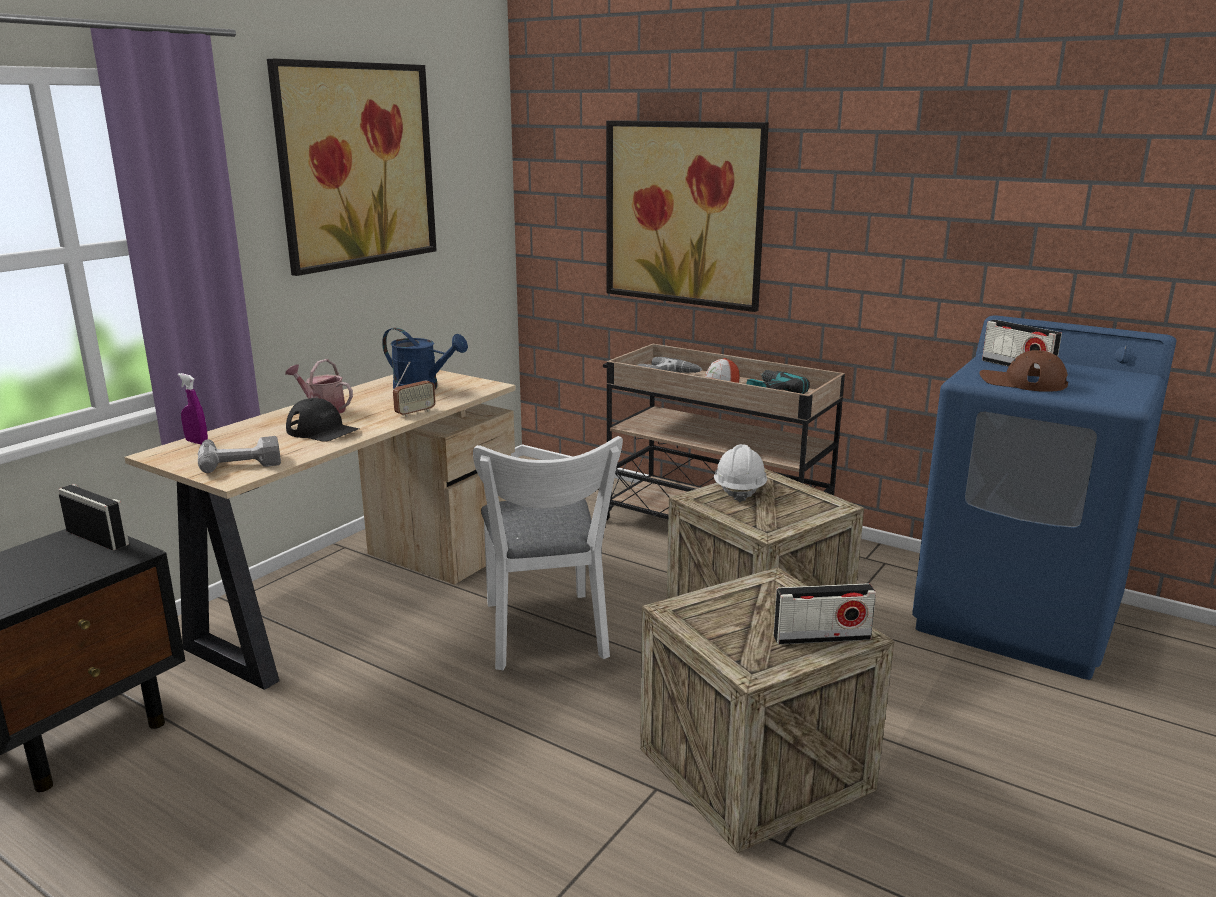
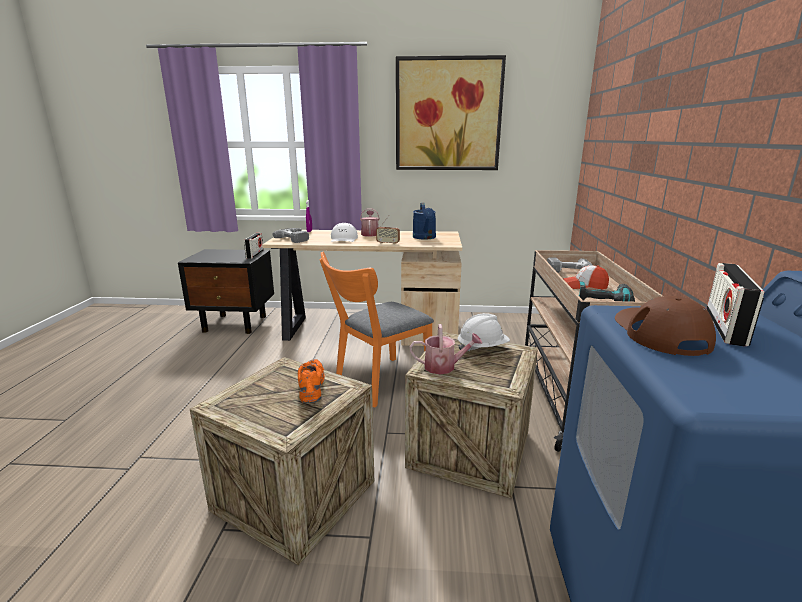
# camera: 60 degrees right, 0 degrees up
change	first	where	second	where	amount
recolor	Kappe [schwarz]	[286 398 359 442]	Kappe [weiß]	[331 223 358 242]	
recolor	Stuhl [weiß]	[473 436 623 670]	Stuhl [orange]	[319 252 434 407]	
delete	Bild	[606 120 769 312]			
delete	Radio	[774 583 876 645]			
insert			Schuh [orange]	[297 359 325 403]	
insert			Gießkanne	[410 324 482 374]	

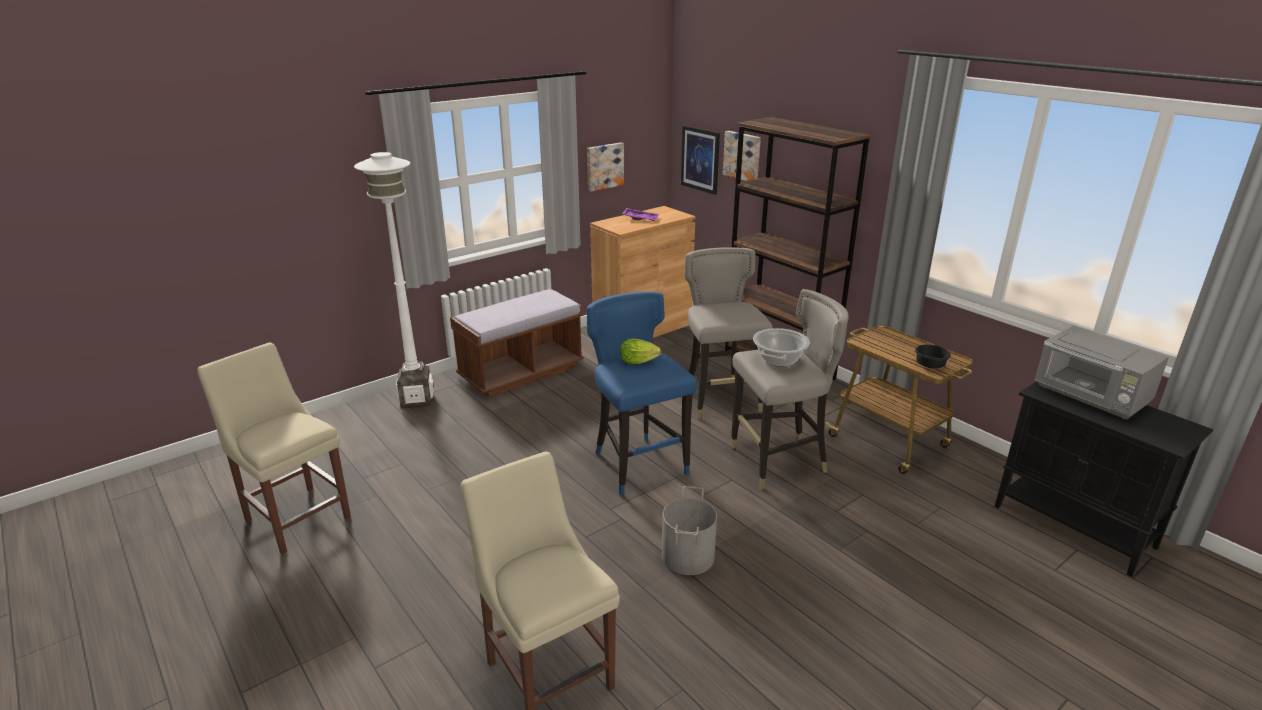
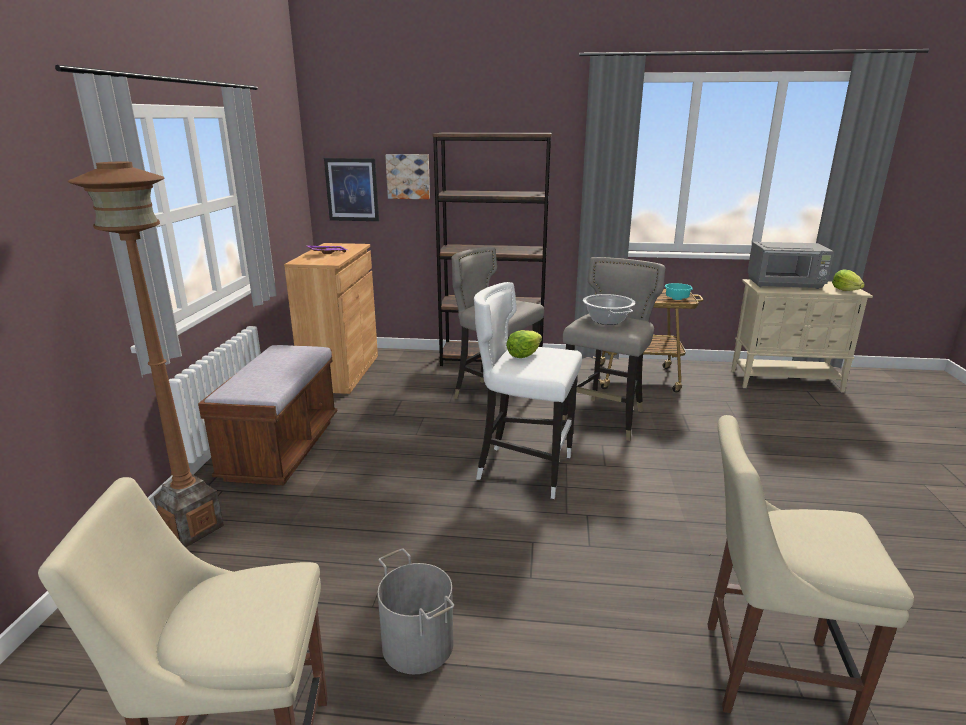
# camera: 45 degrees left, 5 degrees down
change	first	where	second	where	amount
recolor	Stehlampe [weiß]	[354 152 434 408]	Stehlampe [braun]	[68 162 224 547]	
delete	Bild	[587 142 624 192]			
recolor	Hocker [blau]	[587 291 697 496]	Hocker [weiß]	[474 282 582 499]	
move	Eimer [grau]	[662 486 717 575]		[378 549 454 674]	
recolor	Schüssel [schwarz]	[915 344 951 368]	Schüssel [türkis]	[665 283 693 300]	
recolor	Schrank [schwarz]	[995 381 1213 577]	Schrank [beige]	[731 279 873 393]	
insert			Salatkopf	[832 269 865 291]	

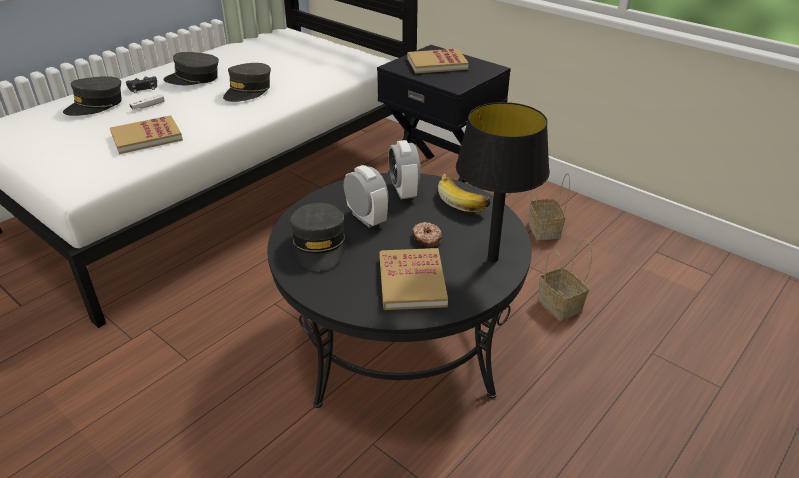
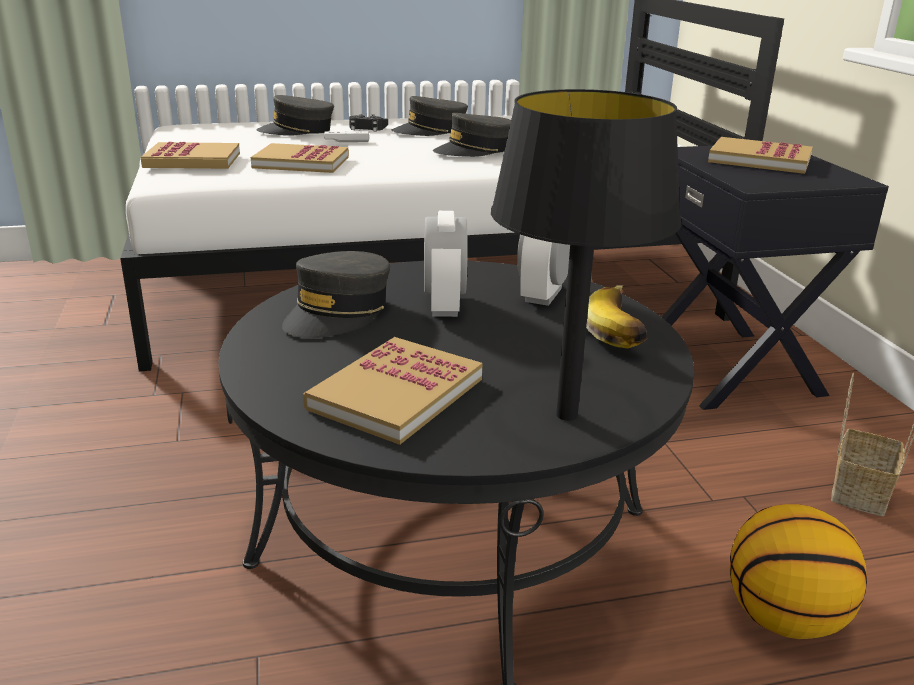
# camera: 35 degrees right, 10 degrees down
change	first	where	second	where	amount
rotate	Kappe [grau]	[163 52 219 85]		[392 96 468 136]	45 degrees counterclockwise
delete	Donut	[412 222 442 247]			
replace	Korb	[538 239 592 320]	Basketball	[729 504 867 639]	
insert			Buch	[141 142 240 169]	

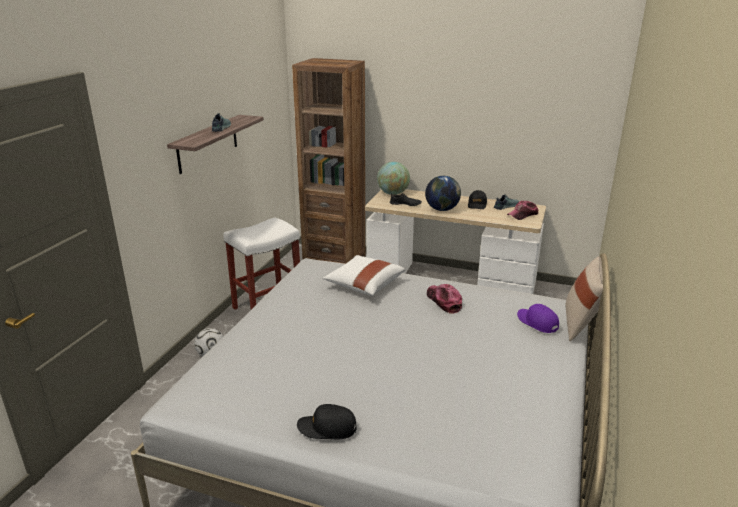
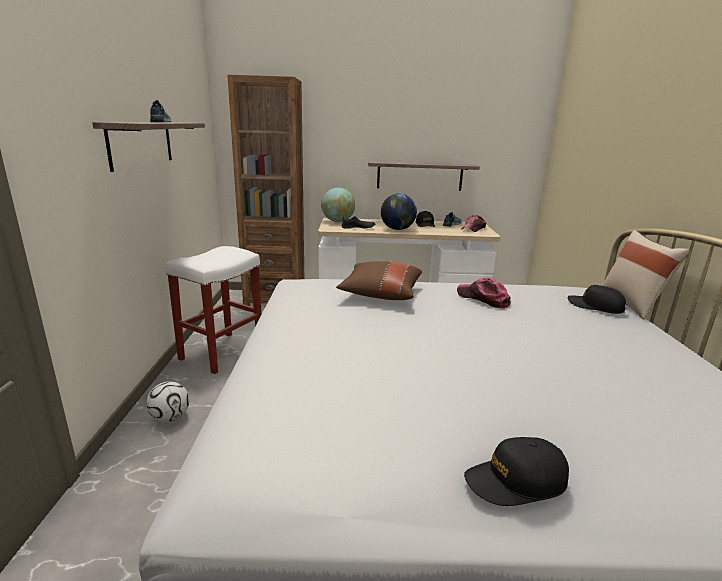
# camera: 20 degrees left, 5 degrees down
change	first	where	second	where	amount
recolor	Kissen [weiß]	[323 255 405 296]	Kissen [braun]	[336 261 422 300]	
recolor	Kappe [lila]	[517 304 559 333]	Kappe [schwarz]	[568 285 626 314]	
insert			Wandregal	[368 161 480 191]	

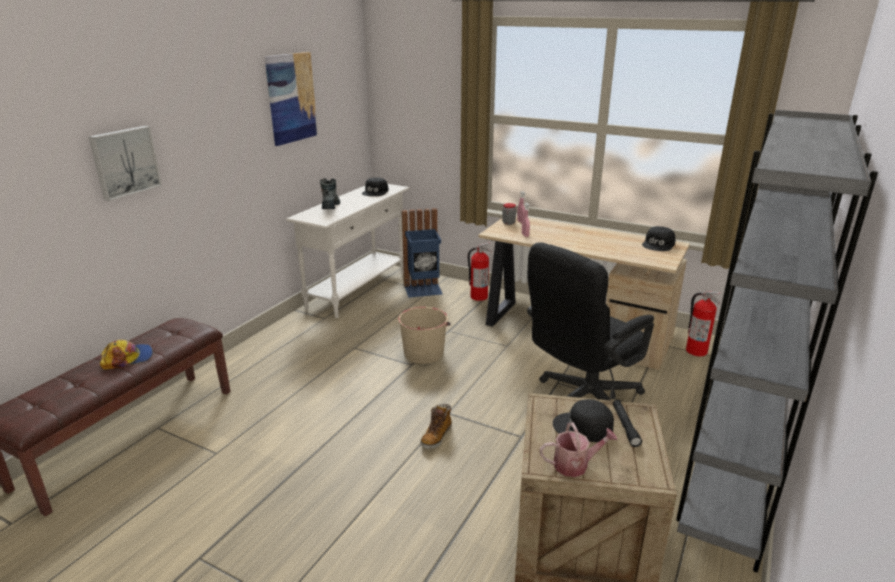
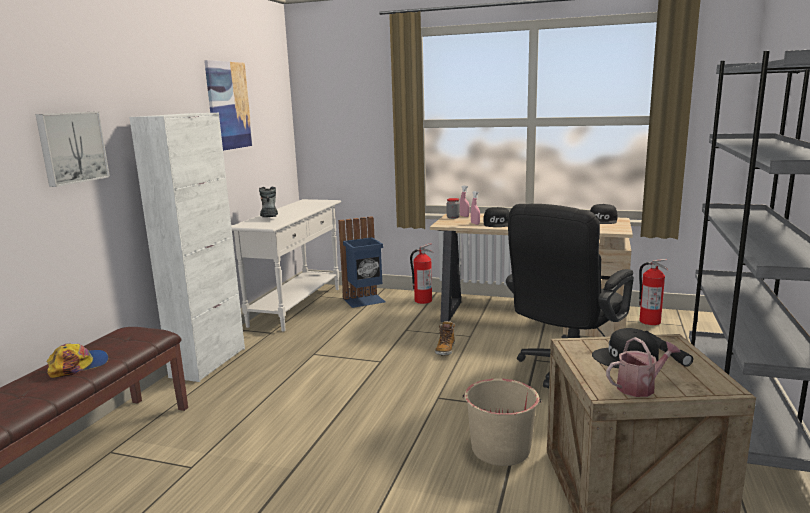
# camera: 10 degrees left, 10 degrees down
change	first	where	second	where	amount
move	Kappe [schwarz]	[362 177 388 196]		[483 207 510 227]	
move	Eimer [beige]	[398 307 451 364]		[463 379 542 466]	
move	Stiefel	[420 404 452 449]		[435 321 455 356]	
insert			Schrank [weiß]	[129 113 245 382]	

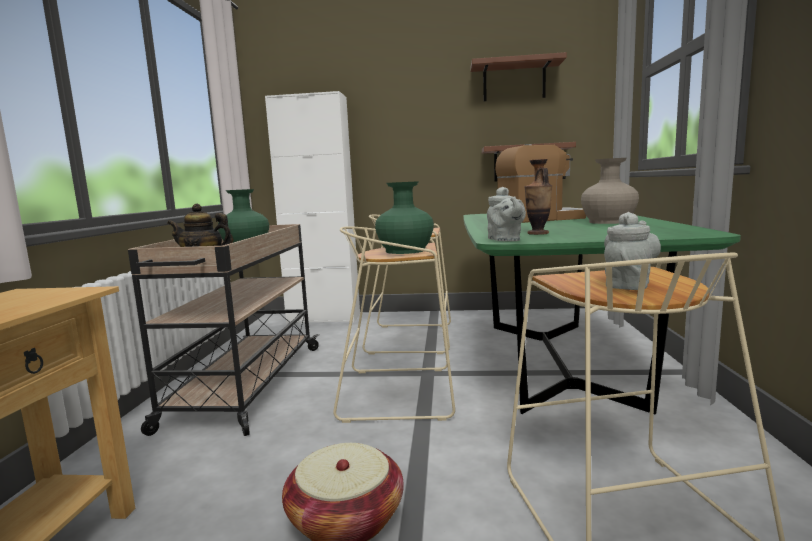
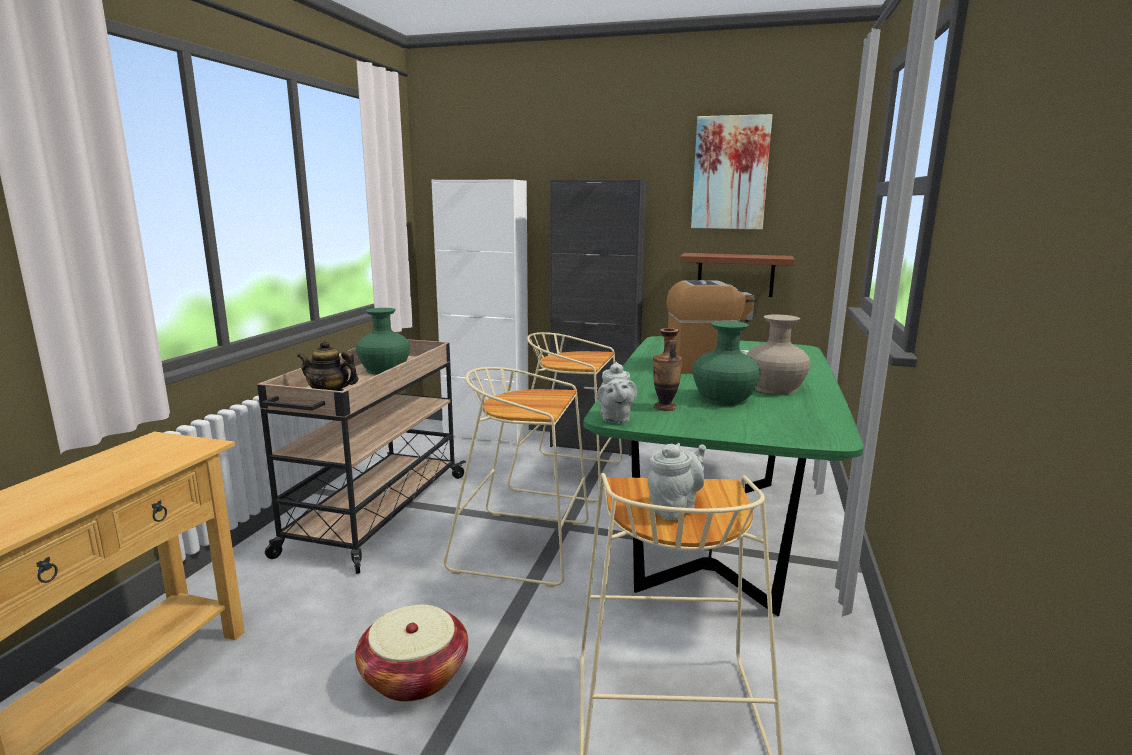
# camera: 10 degrees right, 5 degrees up
change	first	where	second	where	amount
move	Vase [grün]	[375 181 434 254]		[692 321 760 406]	
replace	Wandregal [braun]	[470 52 567 101]	Bild	[691 114 772 229]	
insert			Schrank [schwarz]	[550 179 647 456]	

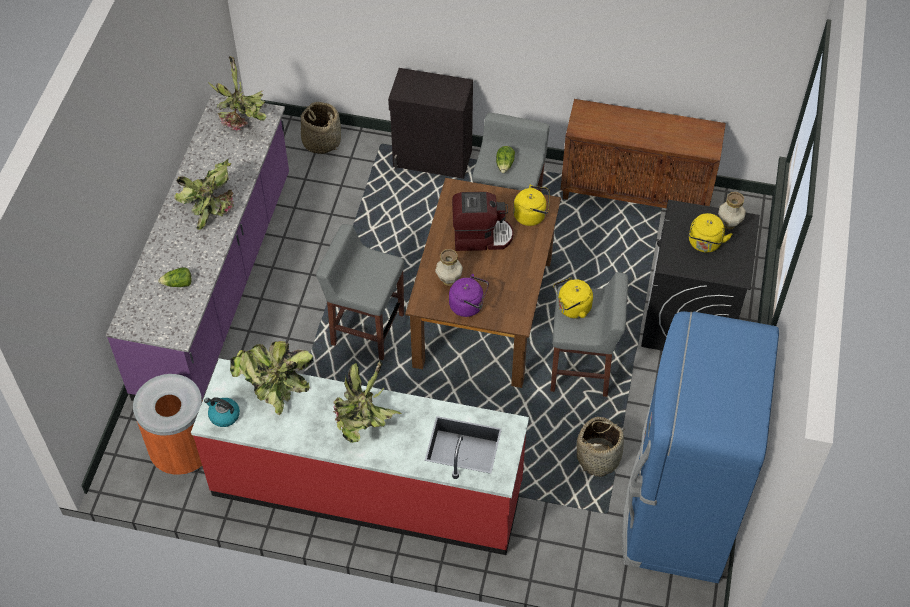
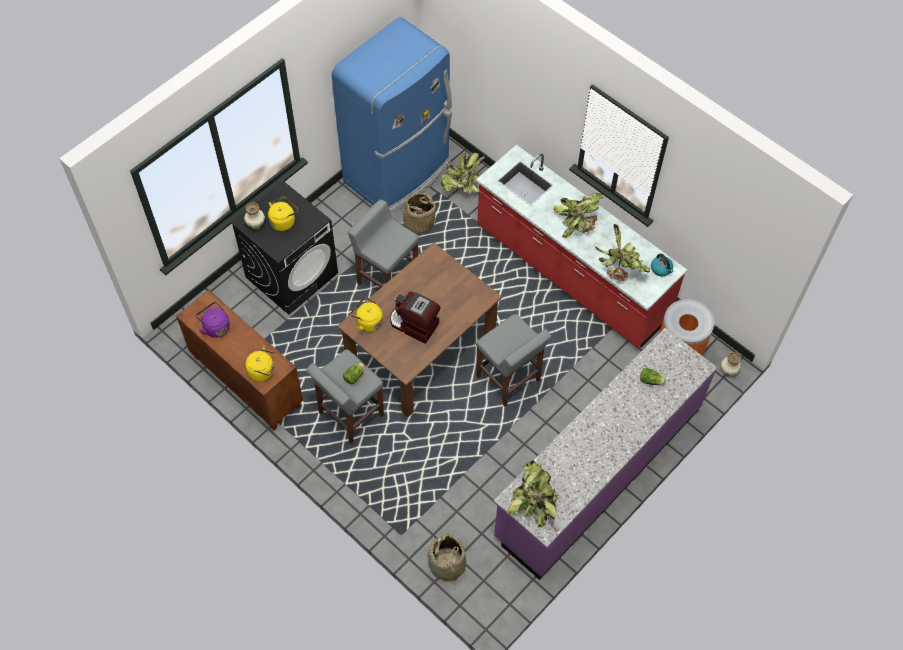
# camera: 150 degrees left, 5 degrees up
change	first	where	second	where	amount
move	Topfpflanze	[174 159 234 230]		[441 153 485 194]	
delete	Schrank [schwarz]	[388 68 473 179]			
move	Vase	[435 249 463 286]		[721 352 741 376]	
move	Wasserkessel [lila]	[449 274 489 317]		[196 302 230 338]	
move	Wasserkessel [gelb]	[553 278 593 319]		[245 346 276 381]	

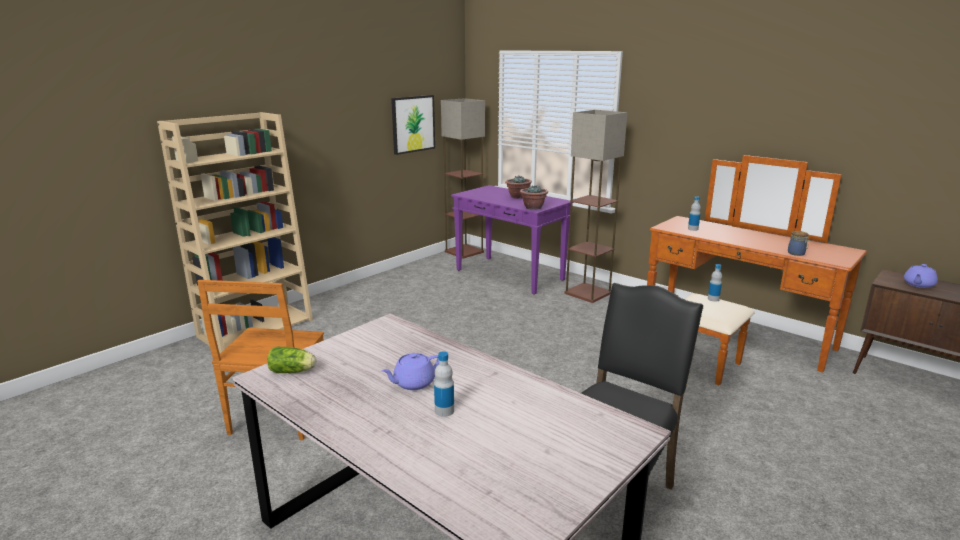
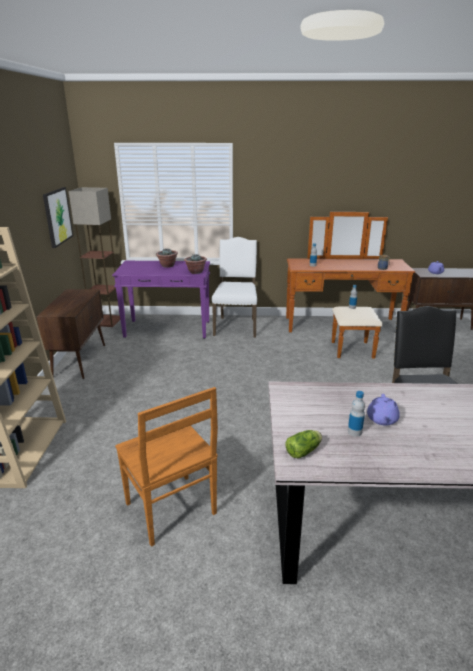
# camera: 40 degrees left, 5 degrees up
change	first	where	second	where	amount
move	Flasche	[434 351 454 417]		[348 391 365 437]	
replace	Stehlampe	[564 110 627 303]	Stuhl [weiß]	[212 237 257 337]	
insert			Schrank [braun]	[36 289 105 379]	

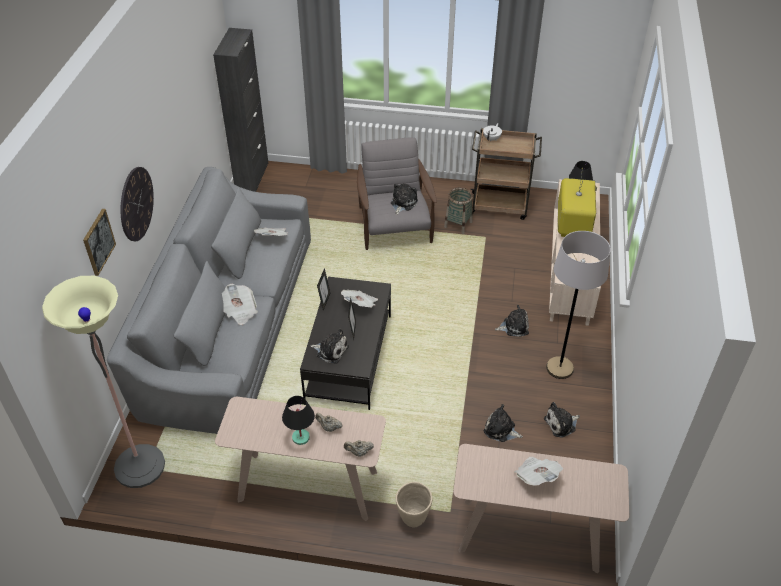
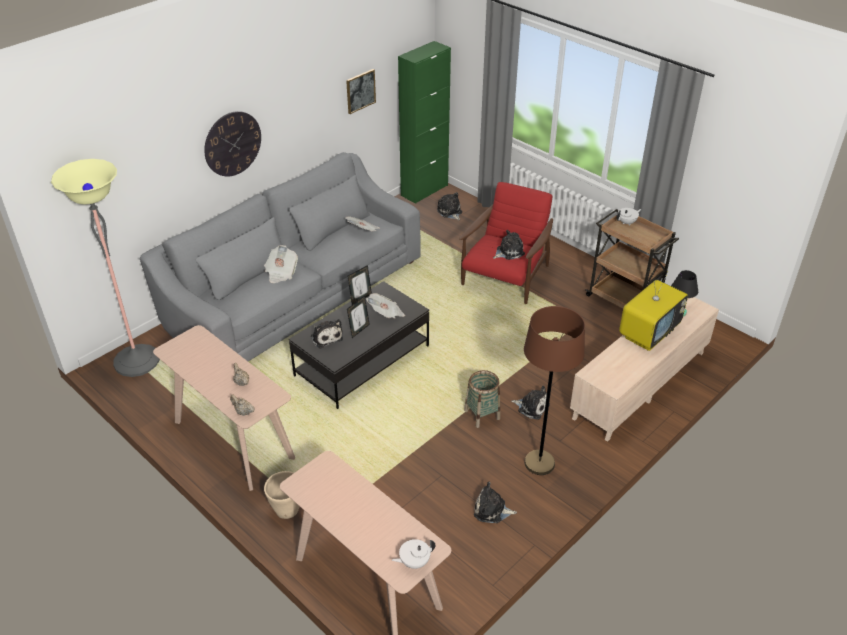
# camera: 35 degrees right, 5 degrees down
change	first	where	second	where	amount
move	Bild	[83 209 116 276]		[346 69 376 114]	
recolor	Schrank [schwarz]	[213 28 268 192]	Schrank [grün]	[398 41 451 204]	
delete	Tischlampe [schwarz]	[282 396 315 445]			
recolor	Sessel [grau]	[357 138 437 250]	Sessel [rot]	[459 182 553 304]	
move	Korb	[444 187 473 234]		[464 370 500 428]	
move	Plüschtier	[484 404 523 442]		[437 192 462 220]	
delete	Zeitung	[515 456 563 486]			
recolor	Stehlampe [grau]	[546 231 611 379]	Stehlampe [braun]	[524 306 585 475]	
insert			Teekanne [weiß]	[392 539 435 569]	

